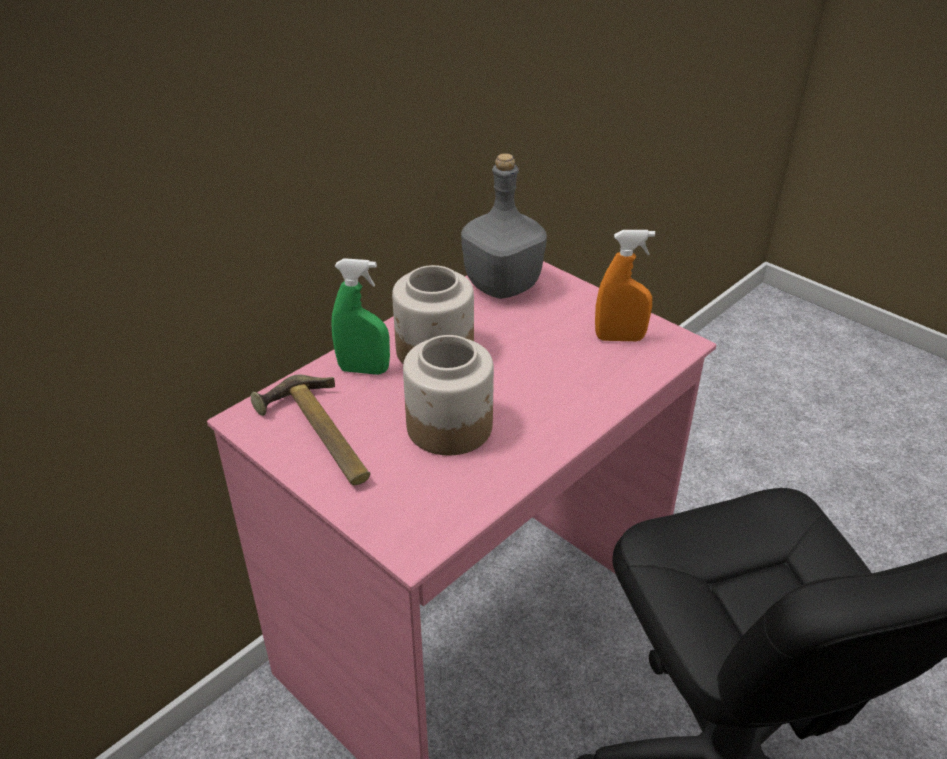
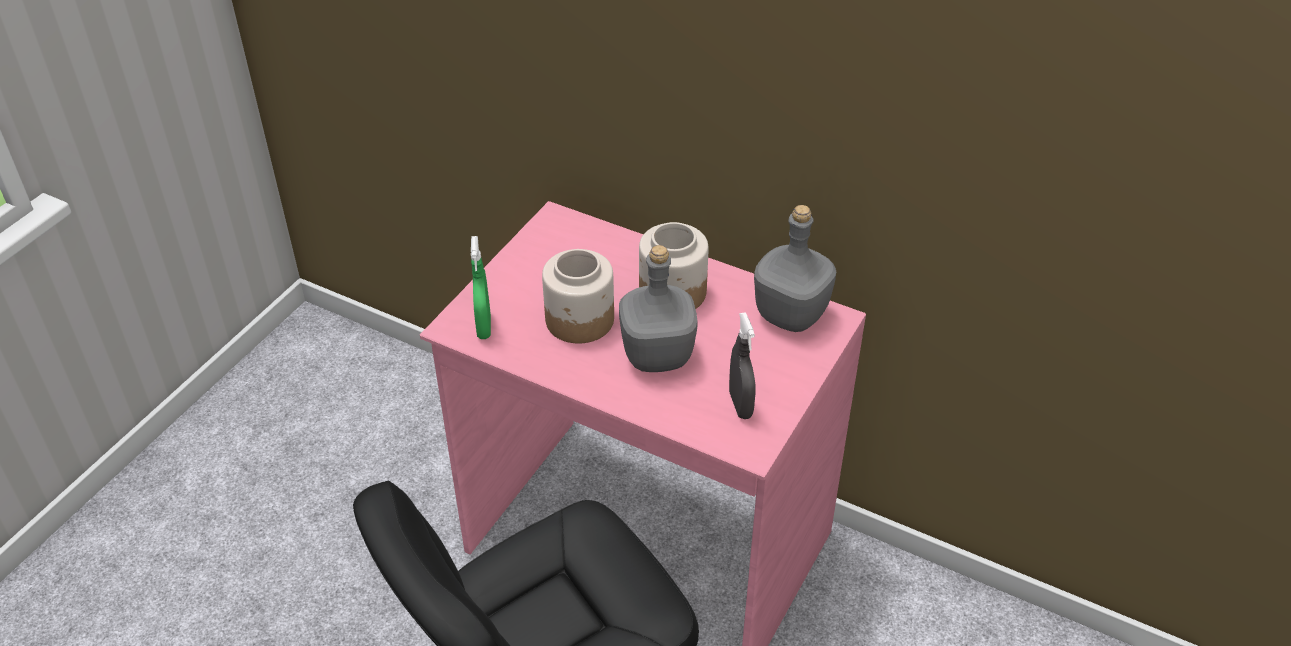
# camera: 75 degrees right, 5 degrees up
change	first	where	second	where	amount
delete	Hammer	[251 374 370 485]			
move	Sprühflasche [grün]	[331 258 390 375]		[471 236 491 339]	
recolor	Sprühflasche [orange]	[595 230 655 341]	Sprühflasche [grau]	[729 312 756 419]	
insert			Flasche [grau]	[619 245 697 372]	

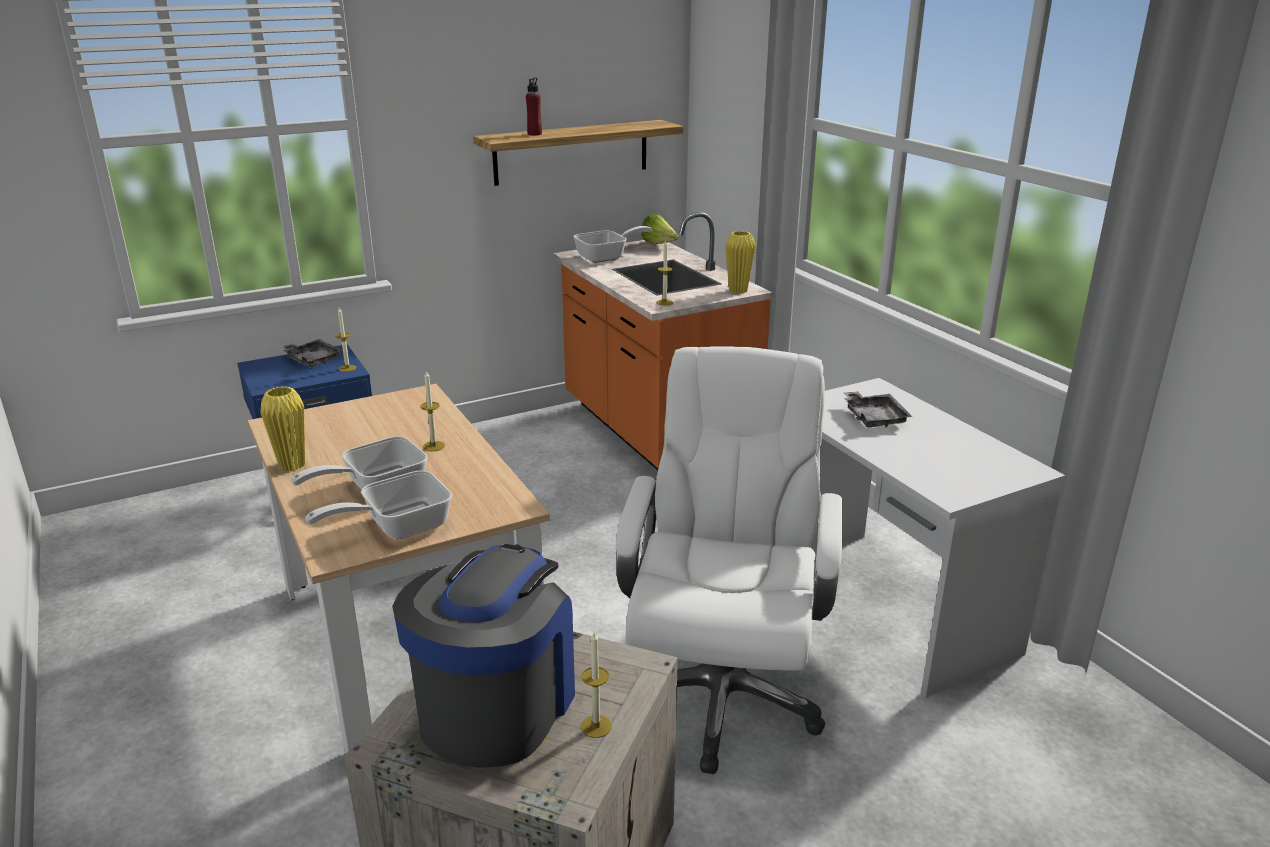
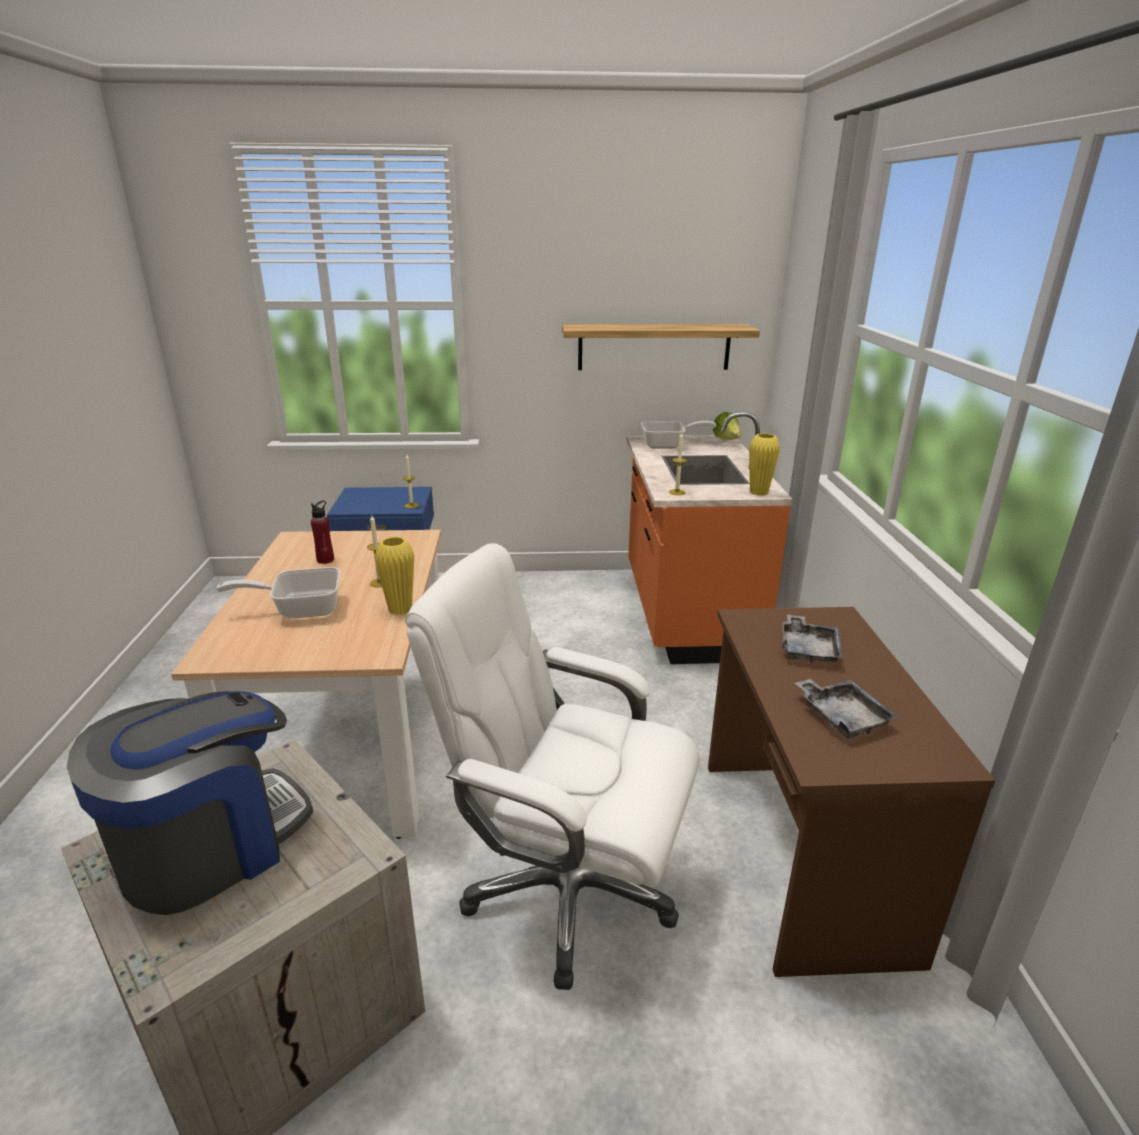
# camera: 25 degrees right, 0 degrees up
change	first	where	second	where	amount
move	Vase [gelb]	[260 387 305 471]		[375 537 414 615]	
move	Tablett [grau]	[281 339 343 367]		[795 679 899 739]	
delete	Pfanne	[305 470 452 539]			
move	Flasche [rot]	[526 78 542 136]		[311 501 334 564]	
delete	Kerze	[581 631 612 738]			
rotate	Bürostuhl [weiß]	[616 347 842 774]		[405 543 700 990]	105 degrees counterclockwise
recolor	Schreibtisch [weiß]	[811 378 1065 698]	Schreibtisch [braun]	[708 607 996 977]	

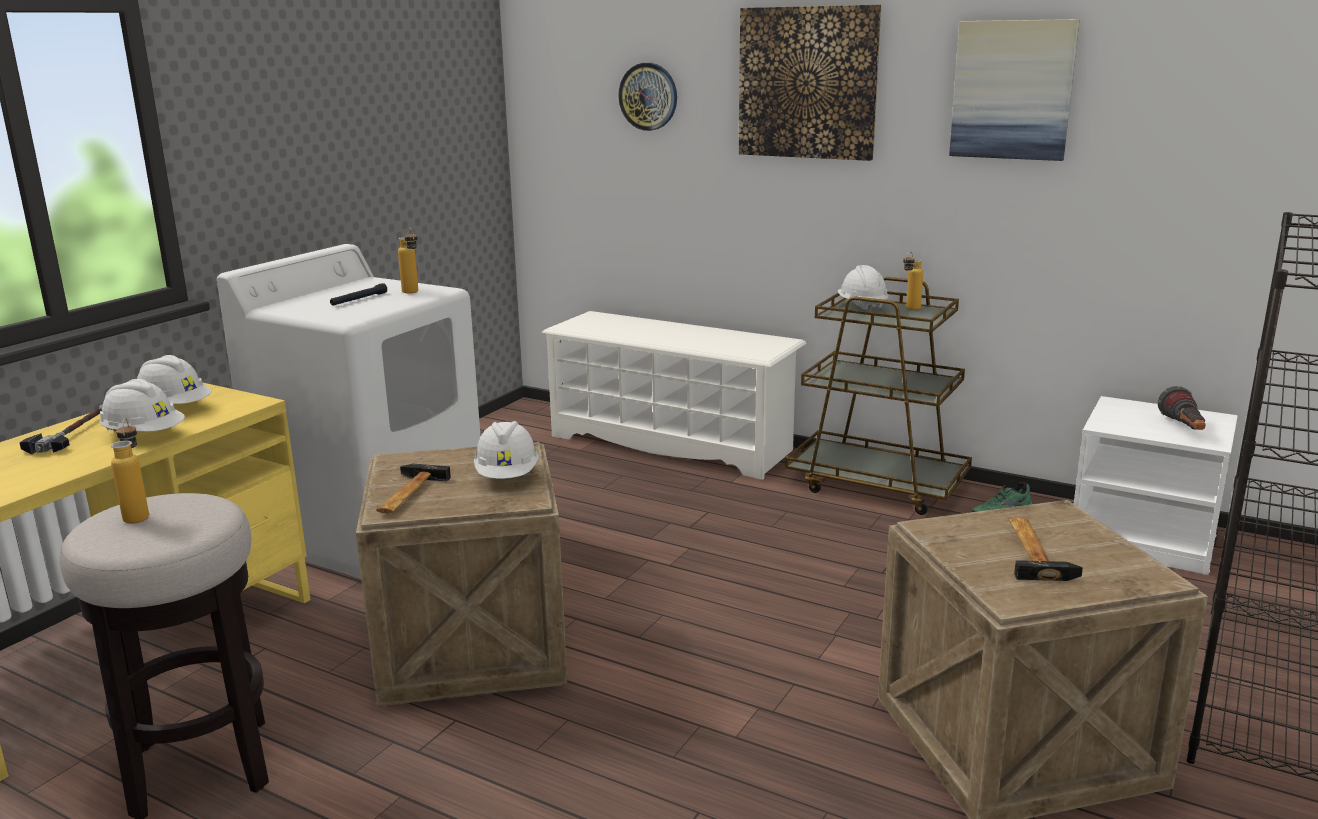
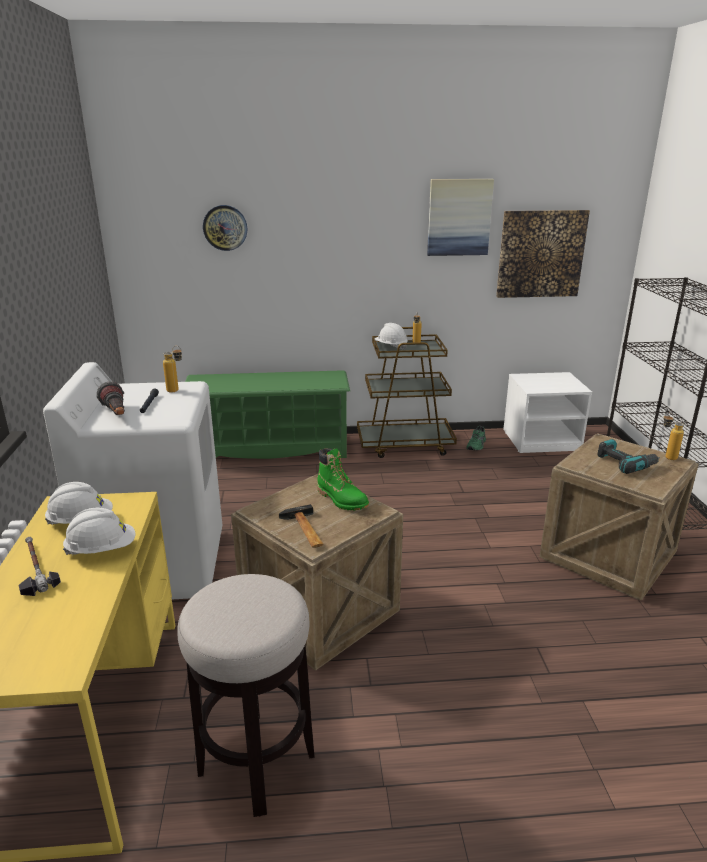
# camera: 35 degrees left, 5 degrees up
change	first	where	second	where	amount
move	Flasche	[111 418 149 524]		[664 413 684 460]	
replace	Schutzhelm [weiß]	[474 421 539 479]	Stiefel [grün]	[317 448 369 510]	
recolor	Schuhregal [weiß]	[542 311 807 480]	Schuhregal [grün]	[185 370 350 459]	
move	Bild	[739 5 881 161]		[496 210 590 298]	
replace	Hammer	[1009 518 1083 581]	Bohrmaschine	[598 439 660 474]	
move	Taschenlampe	[1158 386 1205 430]		[96 382 125 415]	

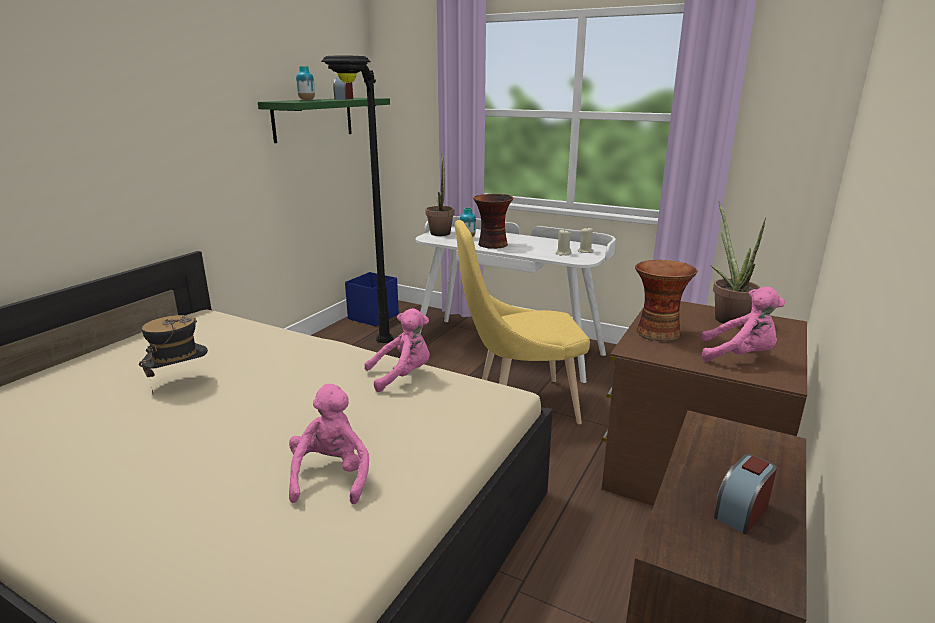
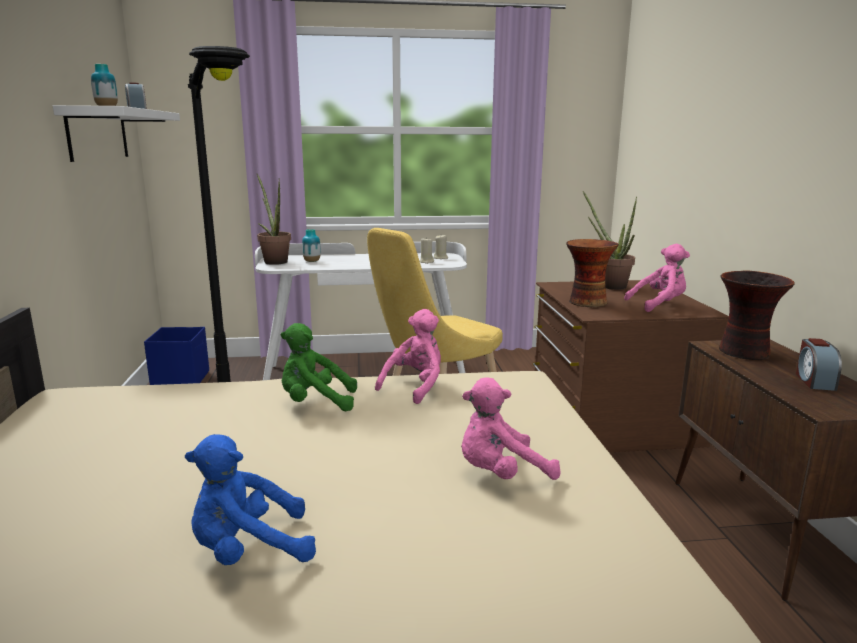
# camera: 35 degrees left, 5 degrees down
change	first	where	second	where	amount
delete	Hut	[139 315 208 395]			
recolor	Wandregal [grün]	[258 98 390 143]	Wandregal [weiß]	[53 105 180 162]	
rotate	Plüschtier [rosa]	[289 384 369 504]		[461 377 561 480]	75 degrees counterclockwise
move	Vase	[473 194 513 249]		[719 271 795 360]	
insert			Plüschtier [blau]	[185 434 316 565]	
insert			Plüschtier [grün]	[281 323 357 411]	

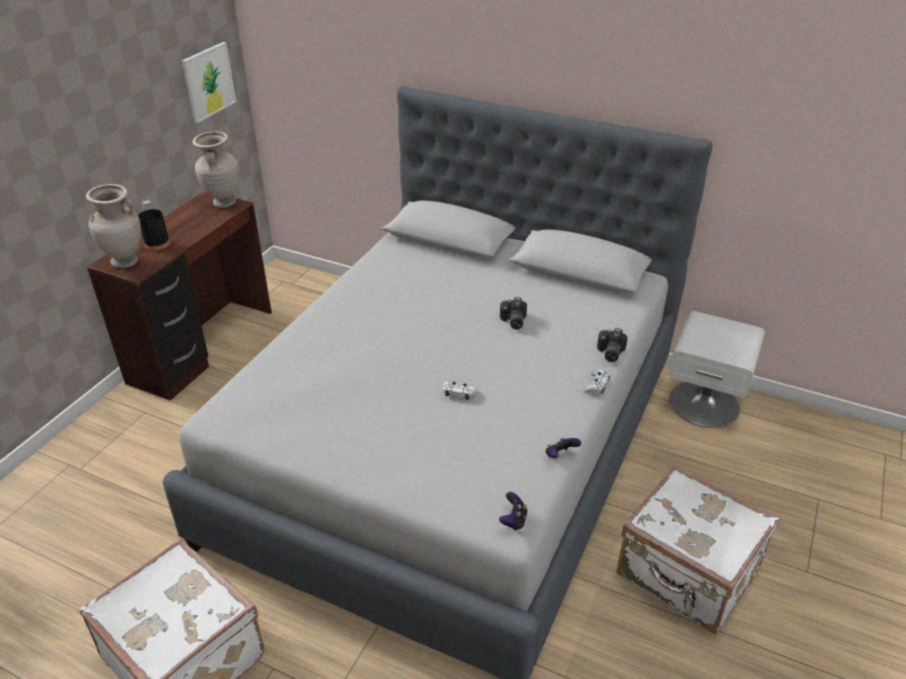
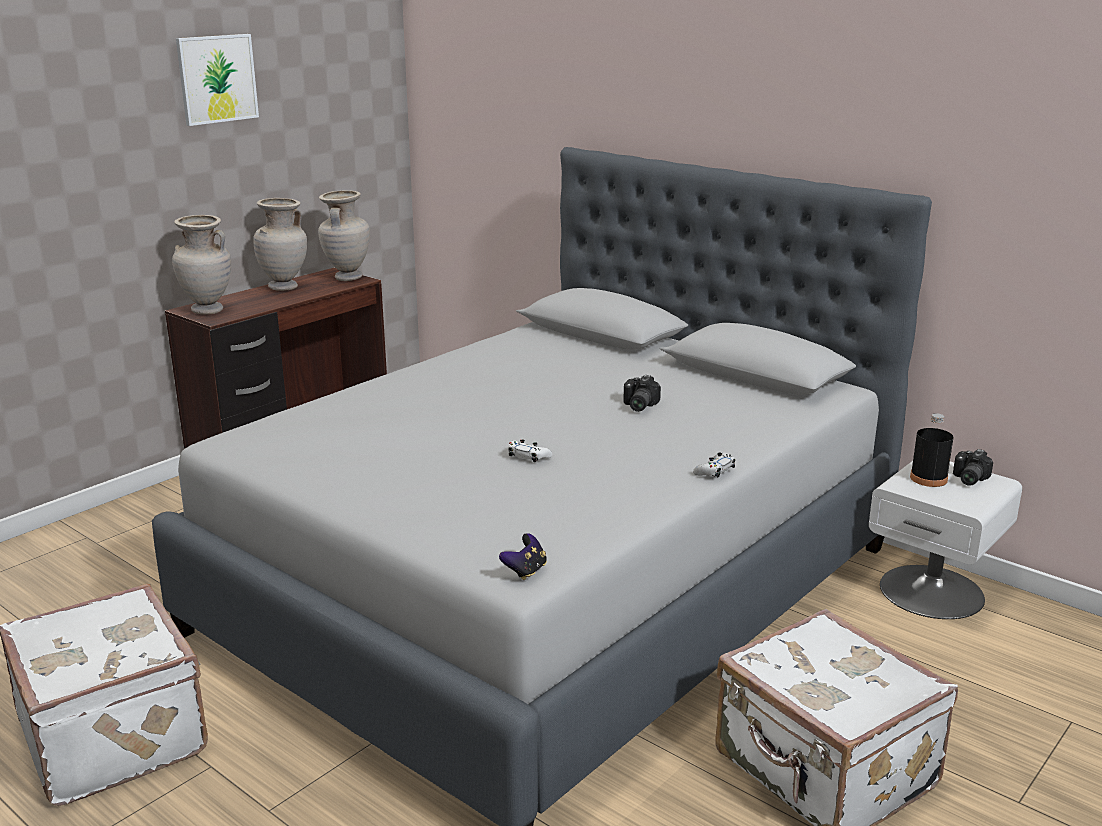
# camera: 15 degrees right, 15 degrees down
change	first	where	second	where	amount
move	Flasche [schwarz]	[138 200 170 251]		[910 413 953 487]	
move	Bild	[182 42 236 123]		[176 34 259 126]	
delete	Gamepad	[546 438 581 458]			
move	Kamera	[597 328 628 362]		[953 449 993 486]	
insert			Vase [beige]	[253 198 307 291]	

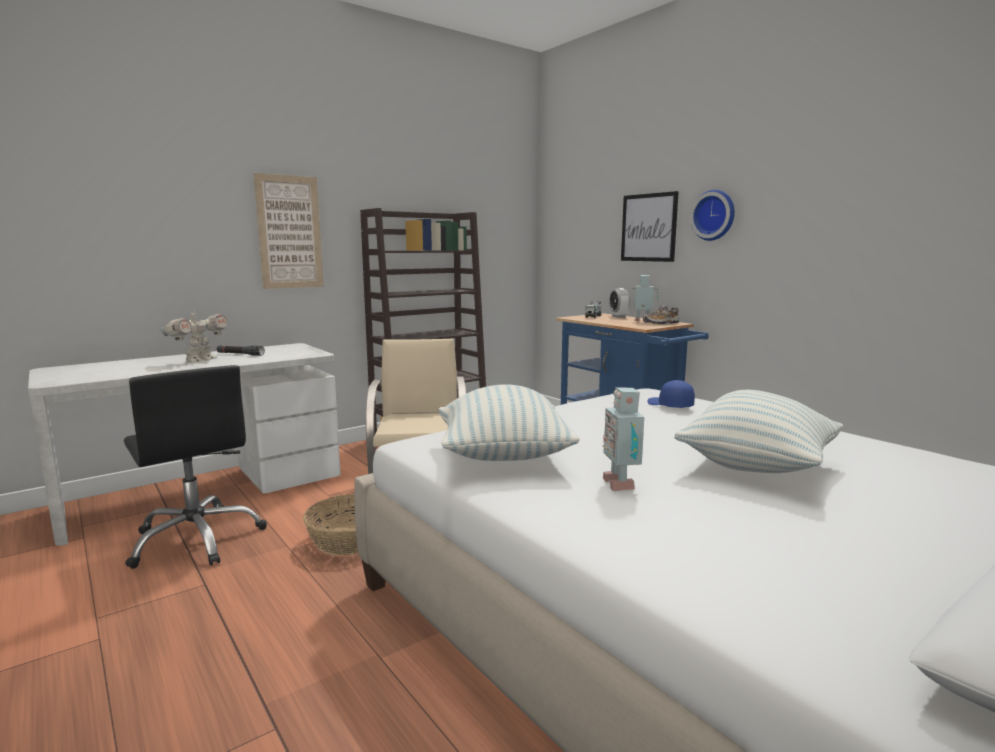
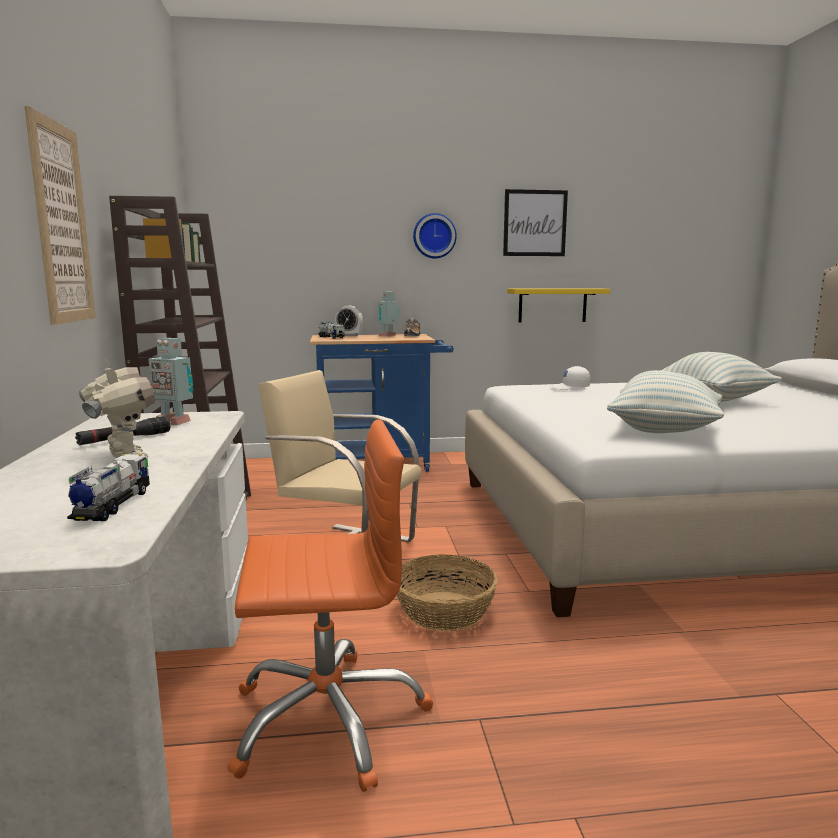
# camera: 60 degrees left, 0 degrees up
change	first	where	second	where	amount
recolor	Bürostuhl [schwarz]	[124 365 267 569]	Bürostuhl [orange]	[227 419 433 792]	
move	Spielzeugroboter	[603 387 644 491]		[148 338 193 425]	
move	Bild	[621 191 679 262]		[503 189 568 256]	
recolor	Kappe [blau]	[647 380 695 408]	Kappe [weiß]	[551 366 590 390]	
insert			Spielzeuglaster	[67 454 150 521]	
insert			Wandregal [gelb]	[507 288 610 323]	

